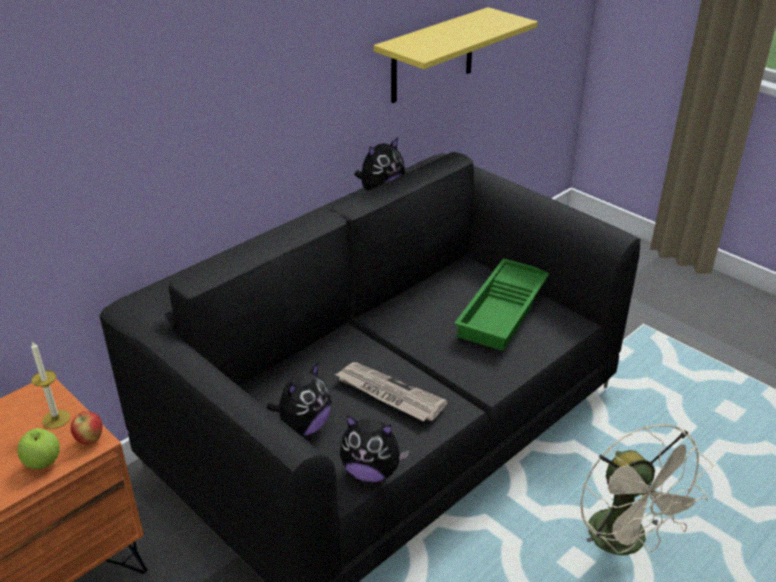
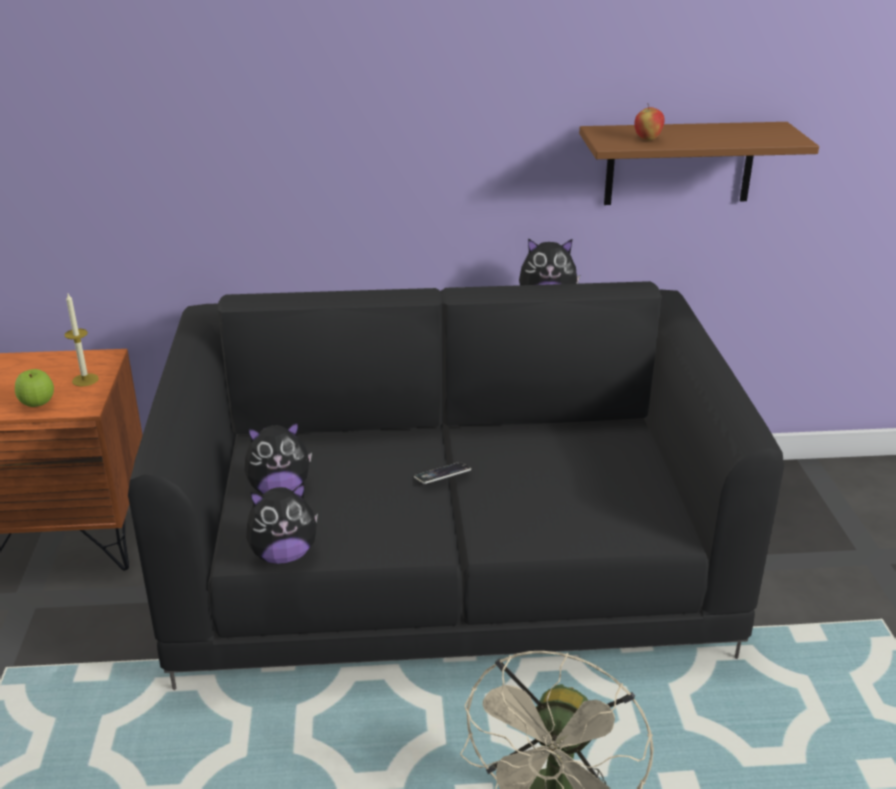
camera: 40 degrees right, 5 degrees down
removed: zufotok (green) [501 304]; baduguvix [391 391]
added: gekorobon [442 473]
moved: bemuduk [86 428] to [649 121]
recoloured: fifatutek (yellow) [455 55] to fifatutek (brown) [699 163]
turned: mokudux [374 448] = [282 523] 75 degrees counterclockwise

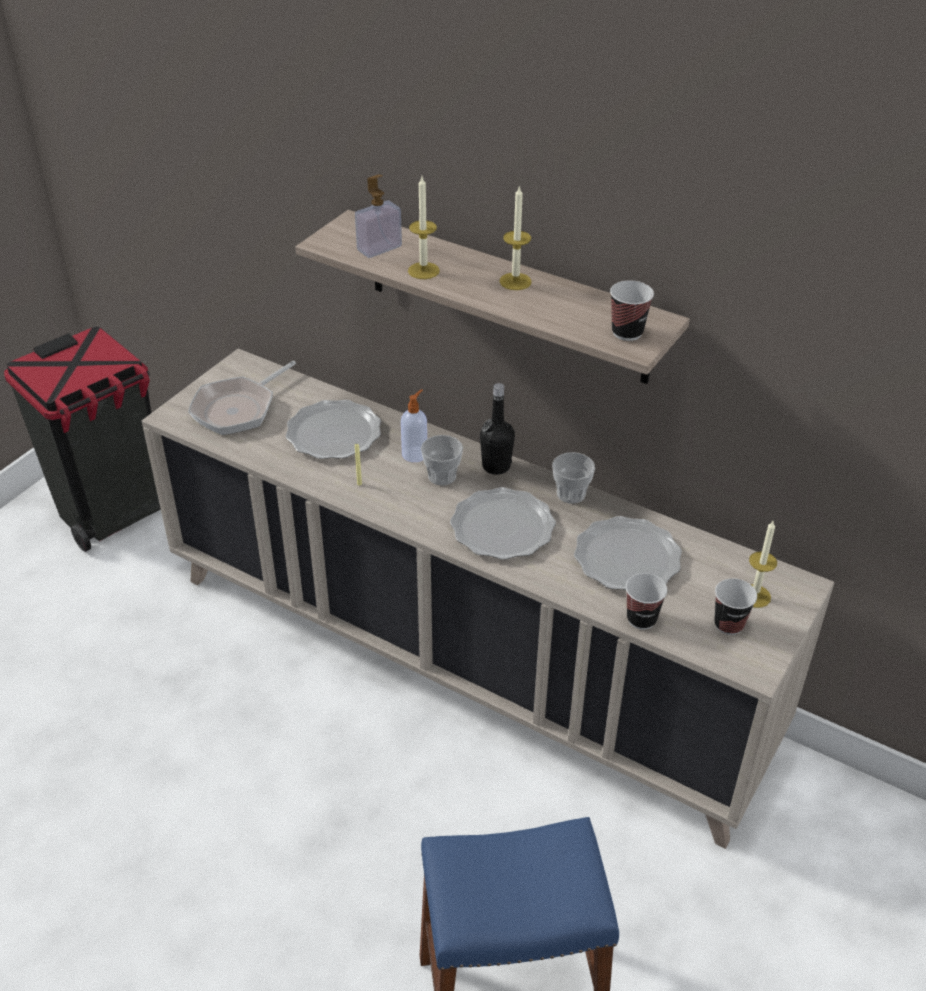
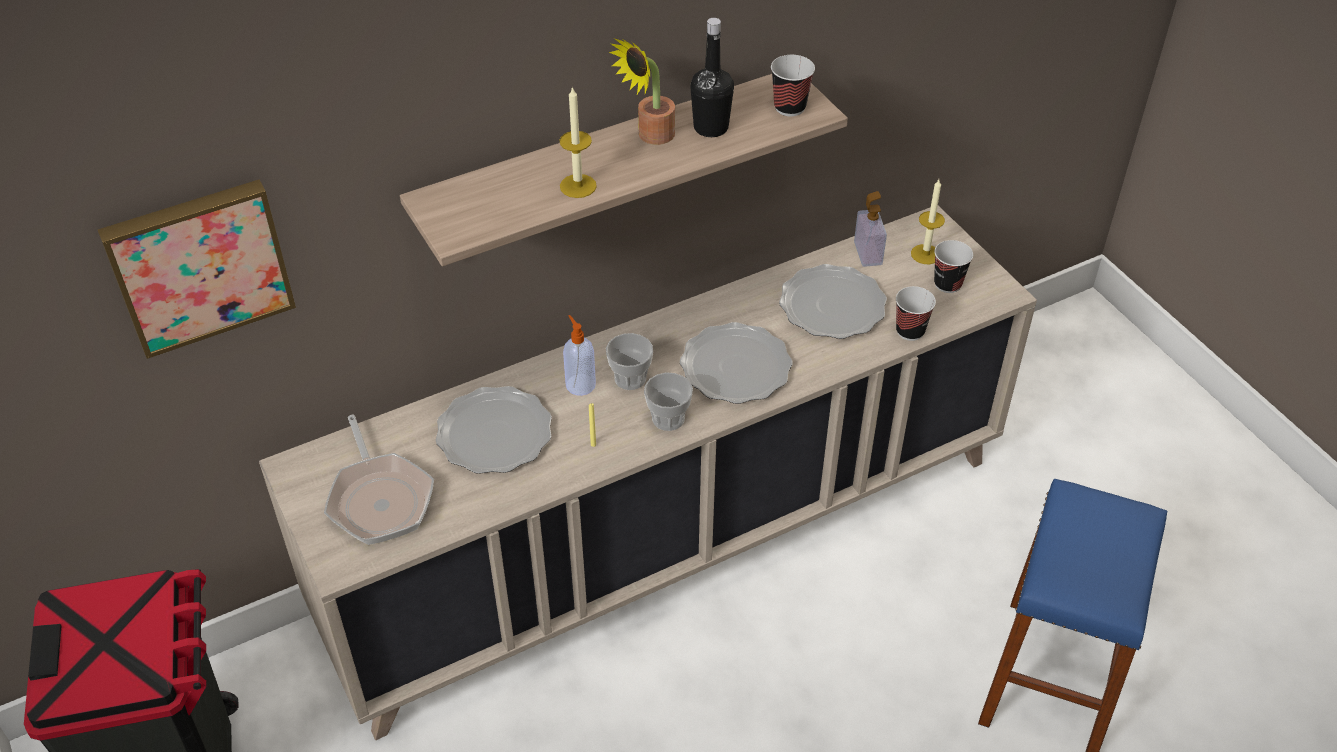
camera: 60 degrees left, 5 degrees up
added: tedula [197 269]
moved: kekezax [378 216] to [870 229]; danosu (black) [497 429] to [712 77]; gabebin [573 478] to [668 401]
replaced: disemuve [515 237] to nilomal [642 91]

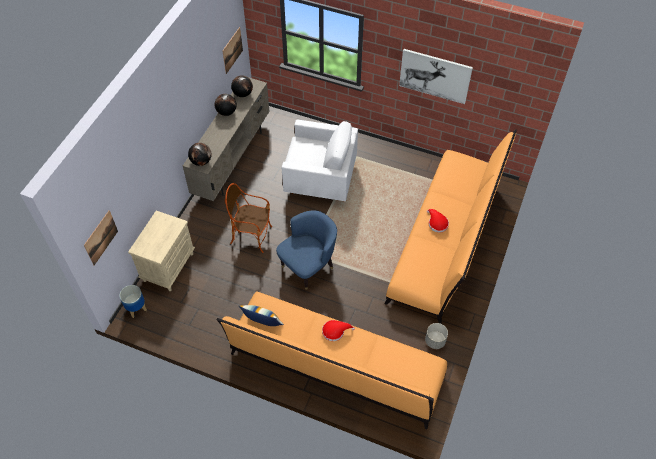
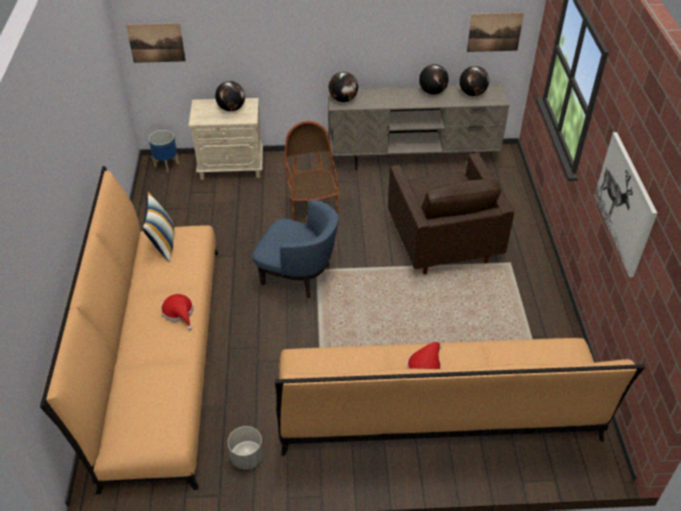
camera: 65 degrees right, 10 degrees down
added: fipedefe [230 96]
recoloured: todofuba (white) [320 160] to todofuba (brown) [451 213]

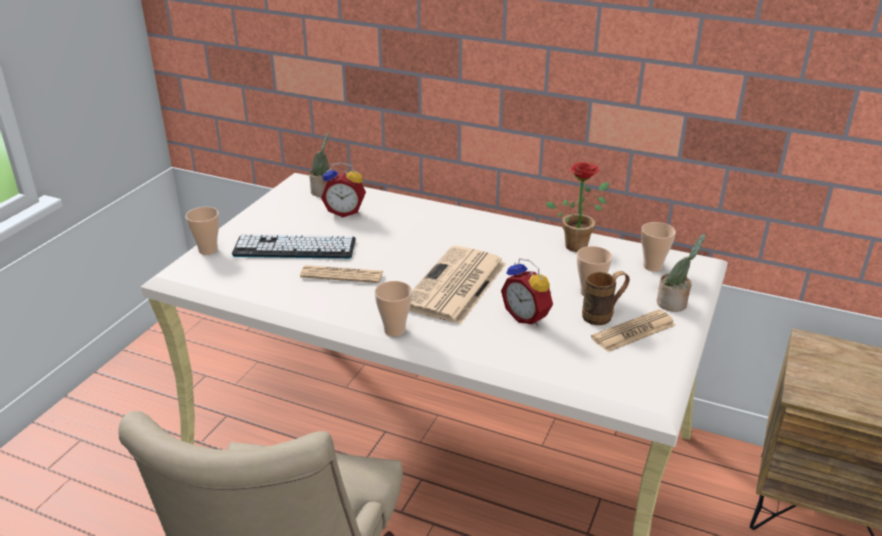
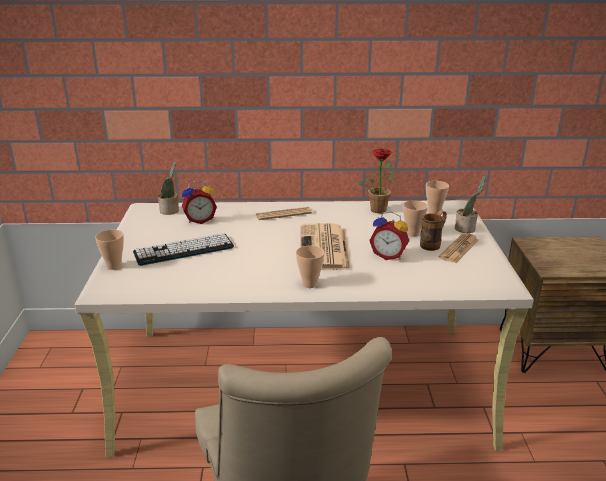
camera: 25 degrees left, 5 degrees down
moved: baduguvix [341 274] to [284 213]

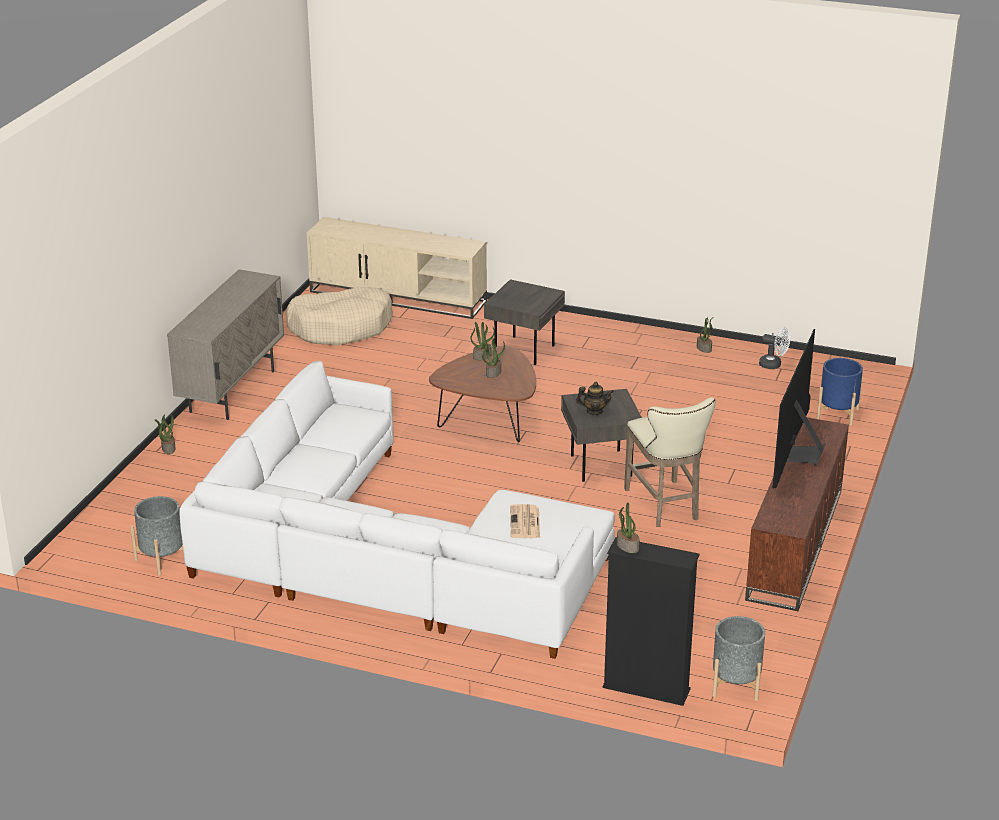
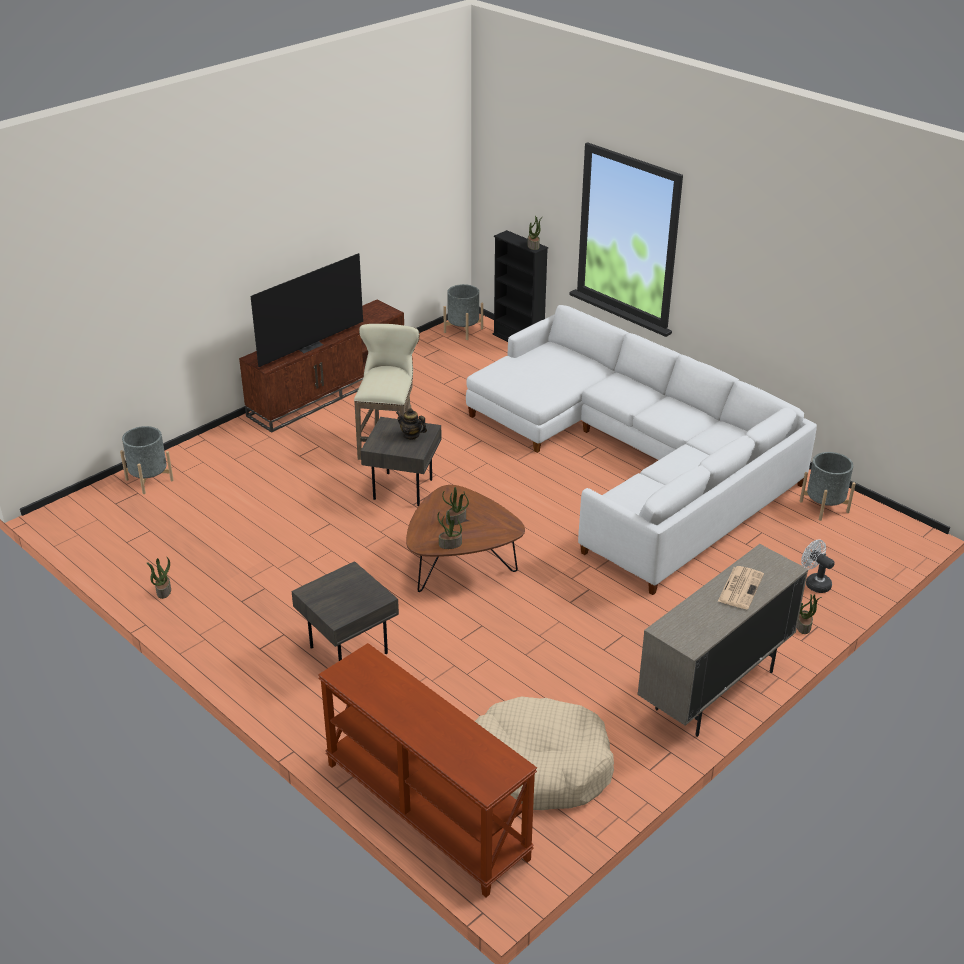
camera: 155 degrees left, 5 degrees up
moved: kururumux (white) [775 348] to [817 566]; baduguvix [525 521] to [740 587]
replaced: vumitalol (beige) [397 268] to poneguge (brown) [427 770]
recoloured: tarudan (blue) [840 391] to tarudan (grey) [147 460]

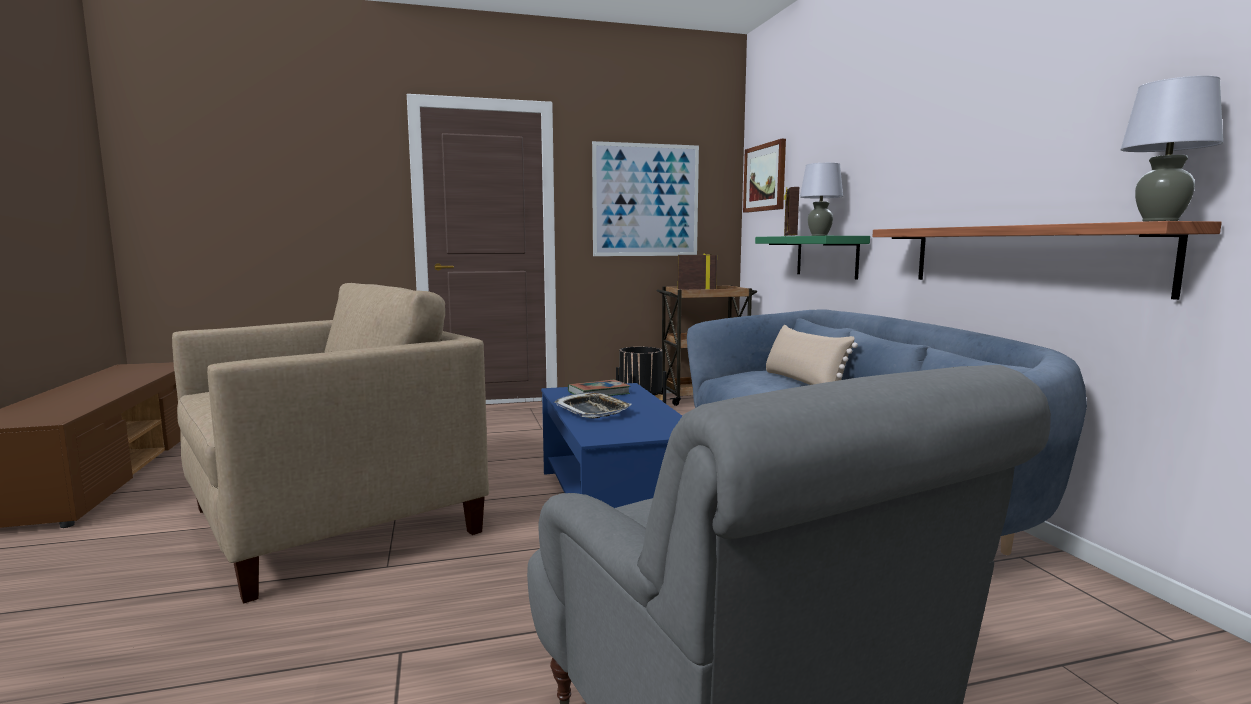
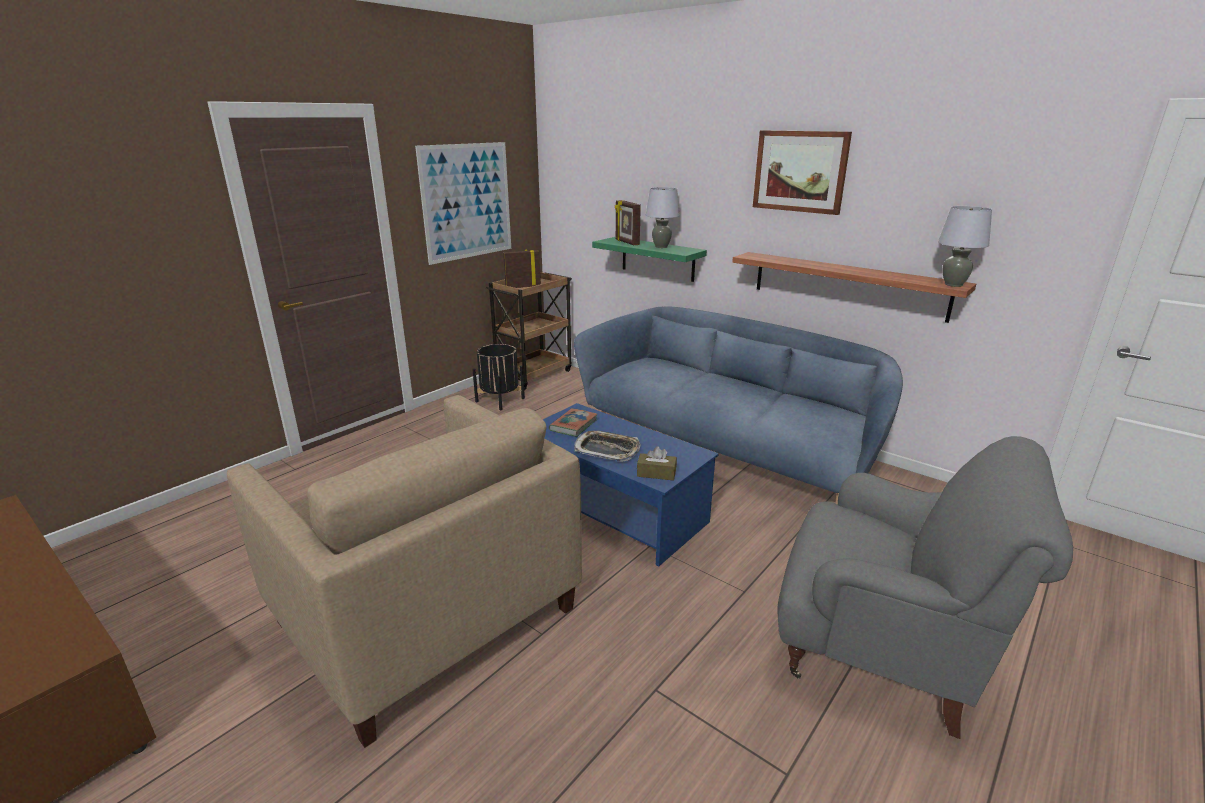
camera: 35 degrees left, 15 degrees up
removed: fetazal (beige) [812 355]
added: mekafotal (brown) [657 463]
moved: tedula [764 176] to [802 172]
turned: todofuba (beige) [330 443] = [404 571] 120 degrees clockwise

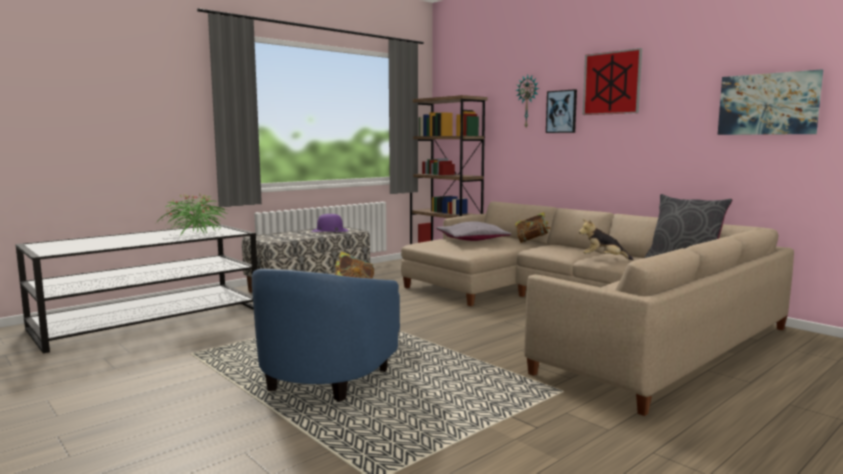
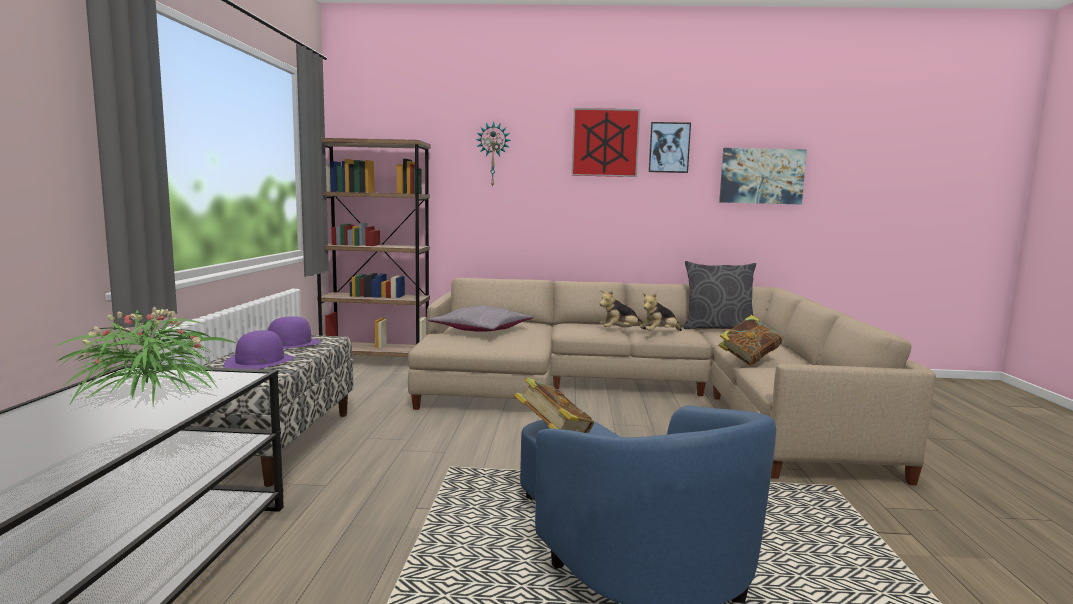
camera: 45 degrees left, 0 degrees up
added: mokudux [623 310]; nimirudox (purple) [259 349]
moved: tedula [561 111] to [669 147]; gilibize [533 227] to [750 340]

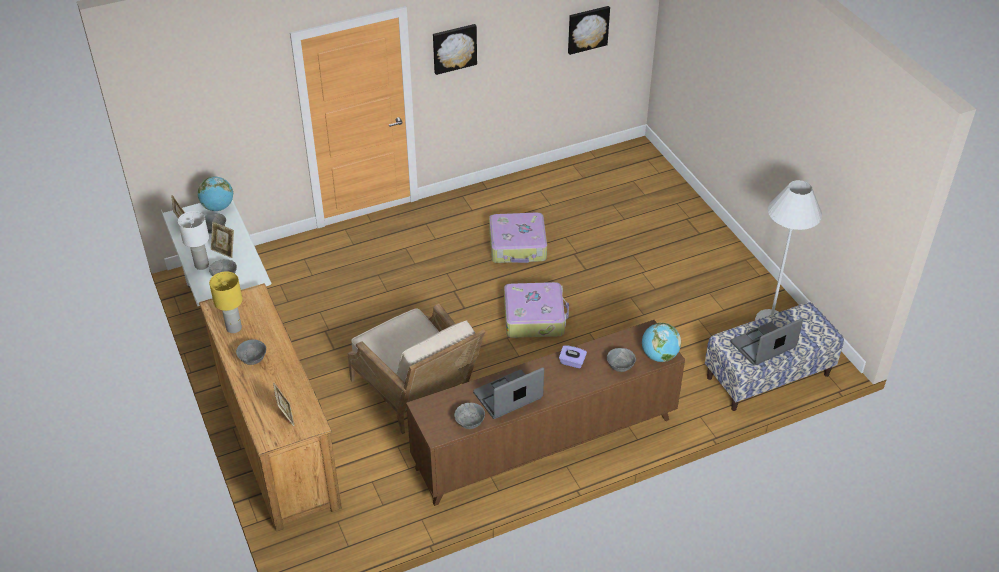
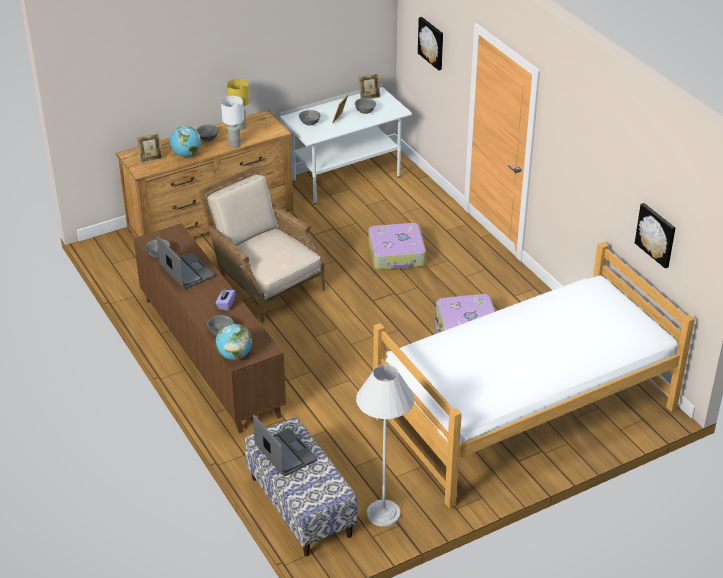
camera: 85 degrees right, 5 degrees down
added: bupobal [534 375]
moved: tedula [455 49] to [430 43]; fipedefe [215 193] to [185 141]; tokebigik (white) [193 240] to [232 122]; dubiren [536 310] to [397 246]
turned: todofuba (beige) [417 369] = [262 244] 90 degrees clockwise

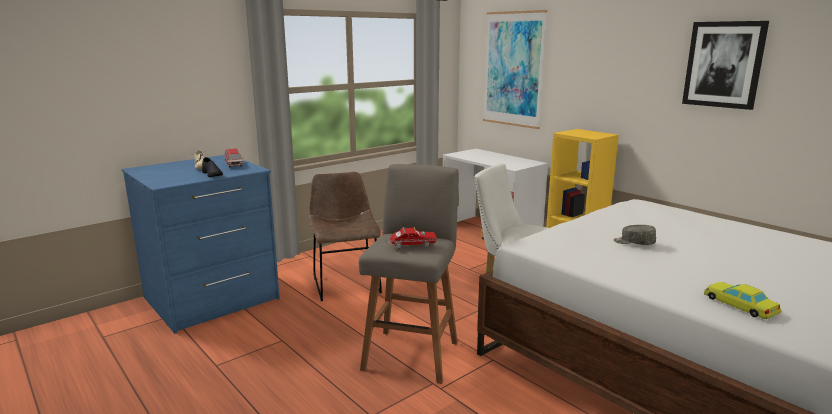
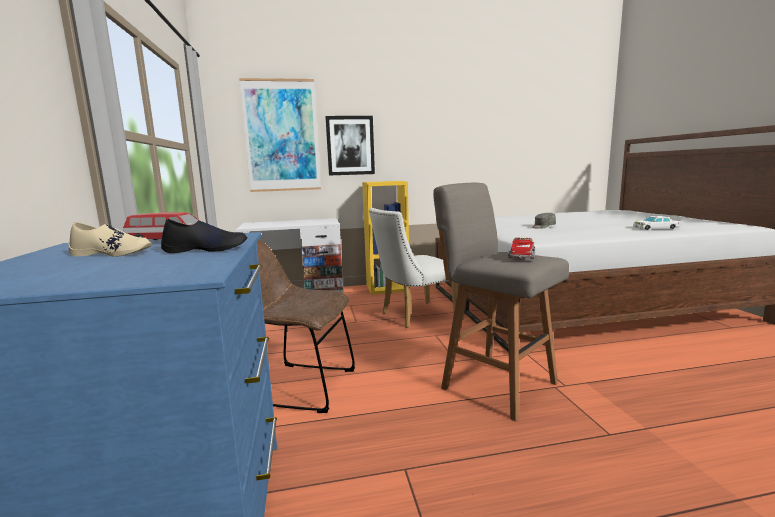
camera: 60 degrees left, 5 degrees down
moved: tedula [725 65] to [350 146]
recoloured: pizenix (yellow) [742 300] to pizenix (white) [656 223]

